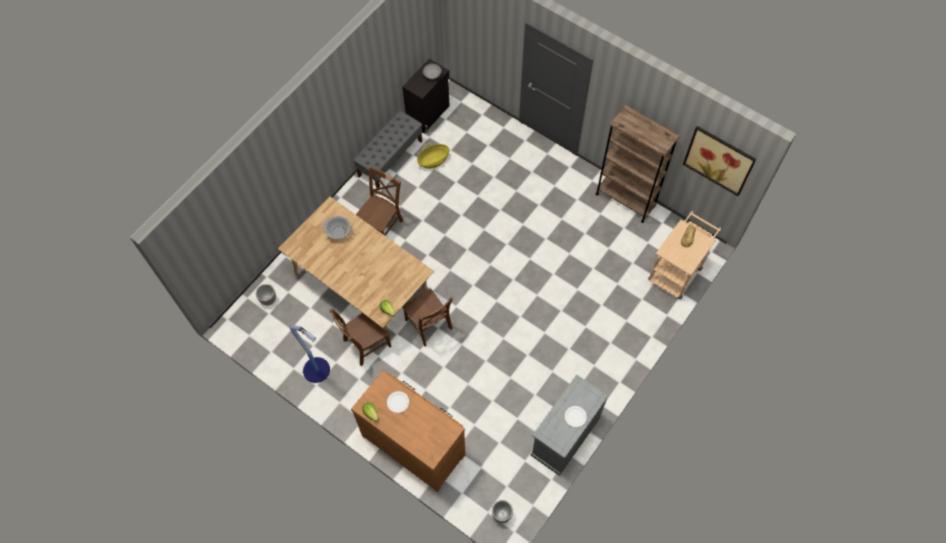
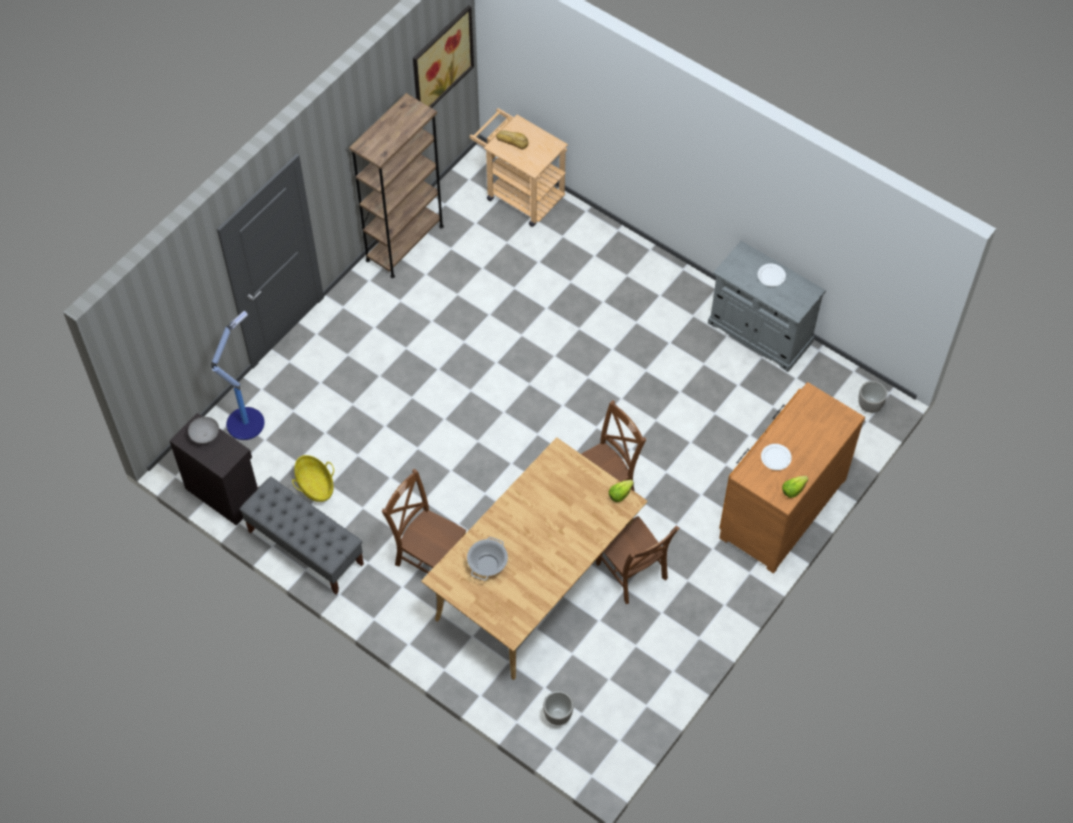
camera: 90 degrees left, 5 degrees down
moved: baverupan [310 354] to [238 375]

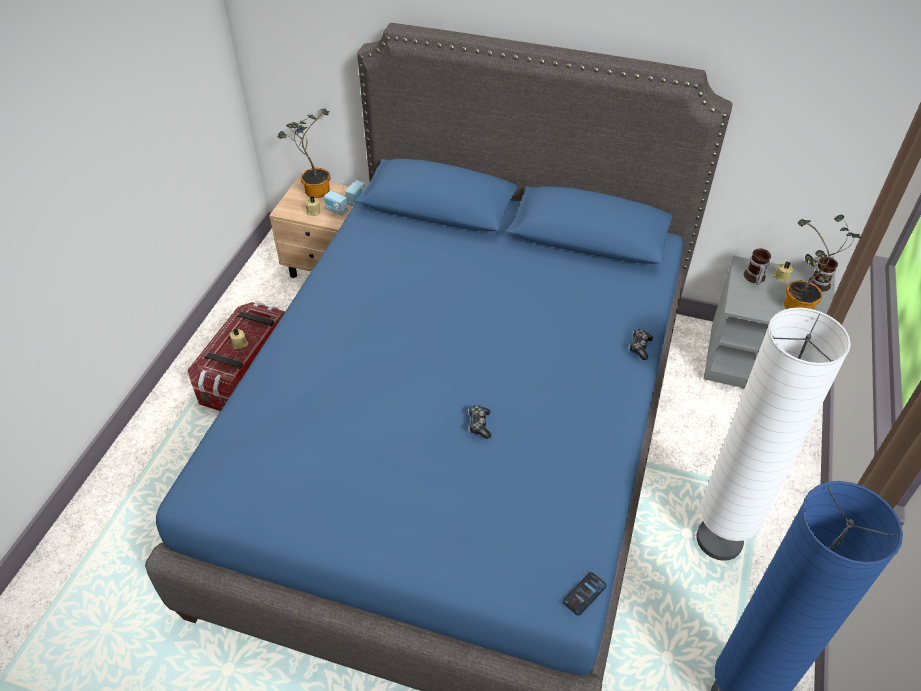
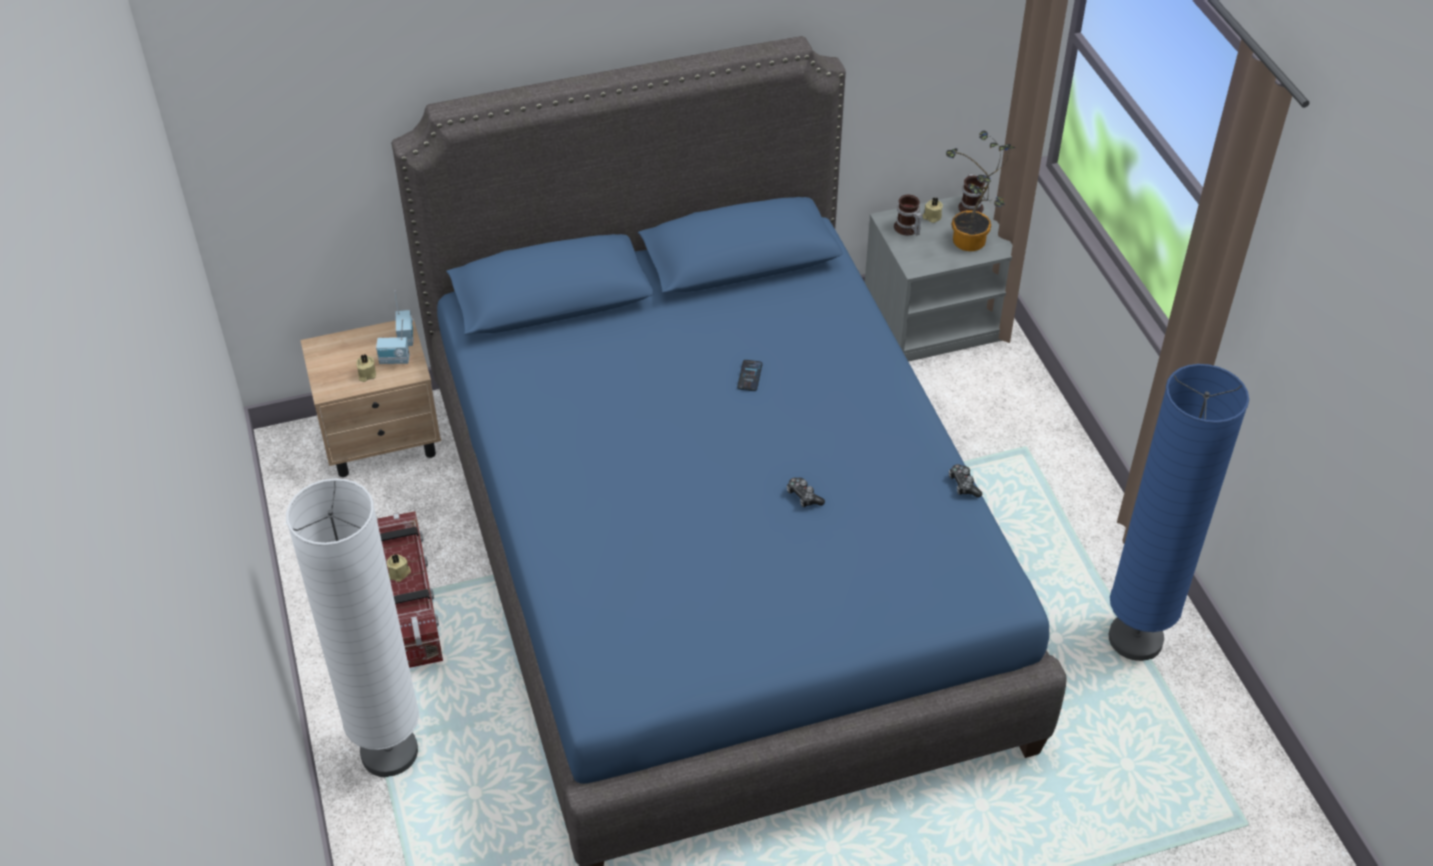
camera: 35 degrees left, 0 degrees up
removed: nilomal [304 153]
moved: baverupan (white) [774 434] to [352 627]; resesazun [641 344] to [965 481]; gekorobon [585 594] to [749 375]

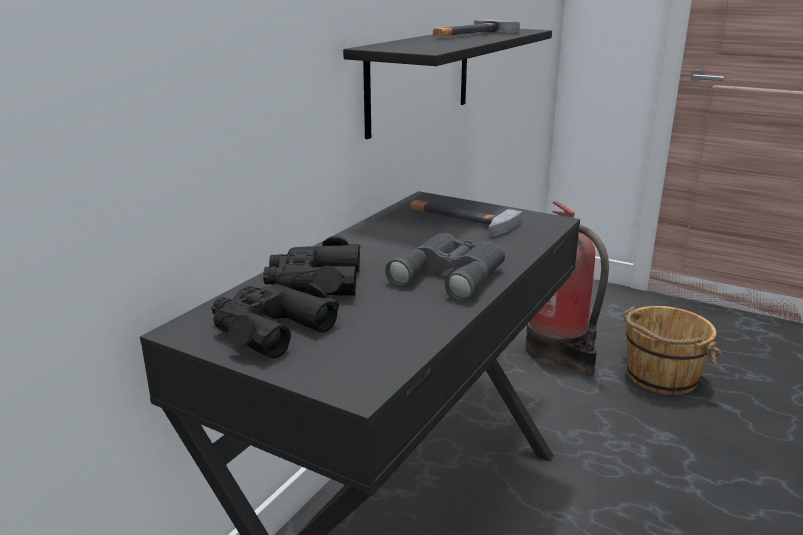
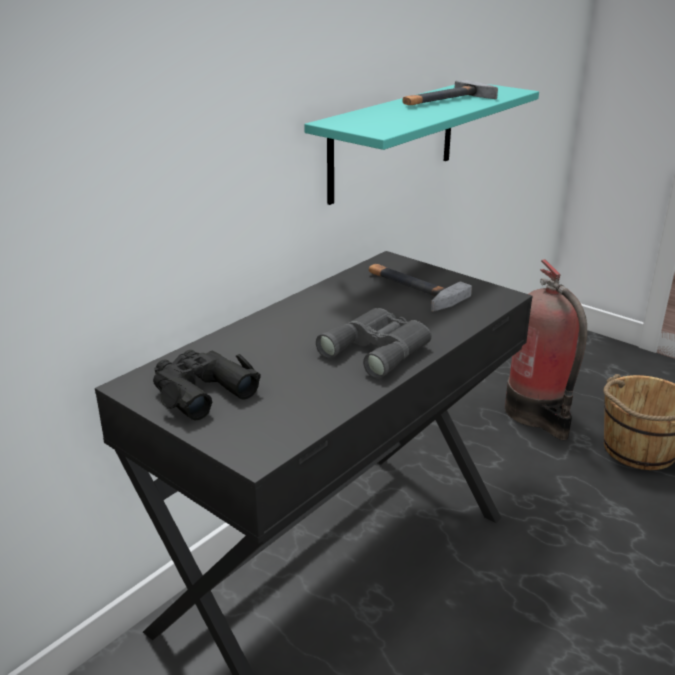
camera: 10 degrees right, 5 degrees up
removed: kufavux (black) [311 266]
recoloured: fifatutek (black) [447 84] to fifatutek (turquoise) [421 144]

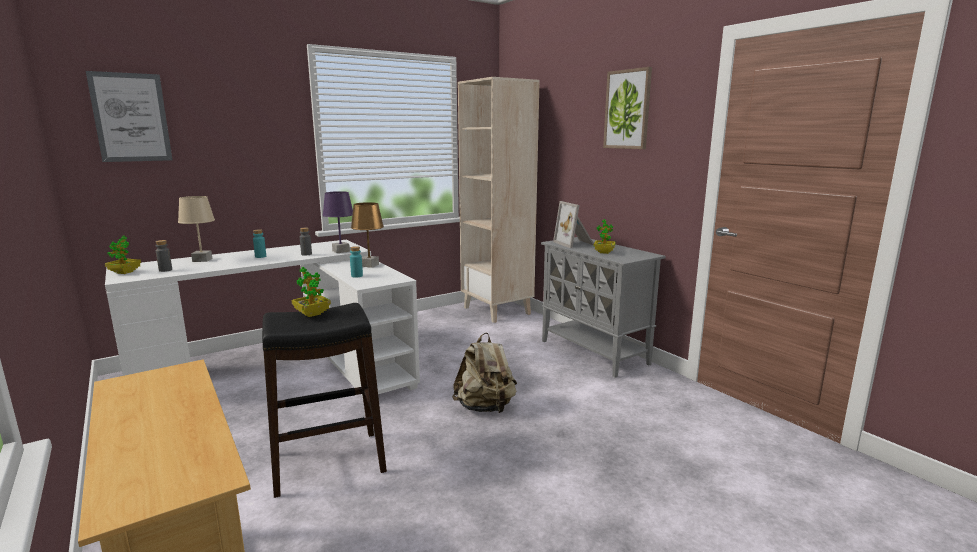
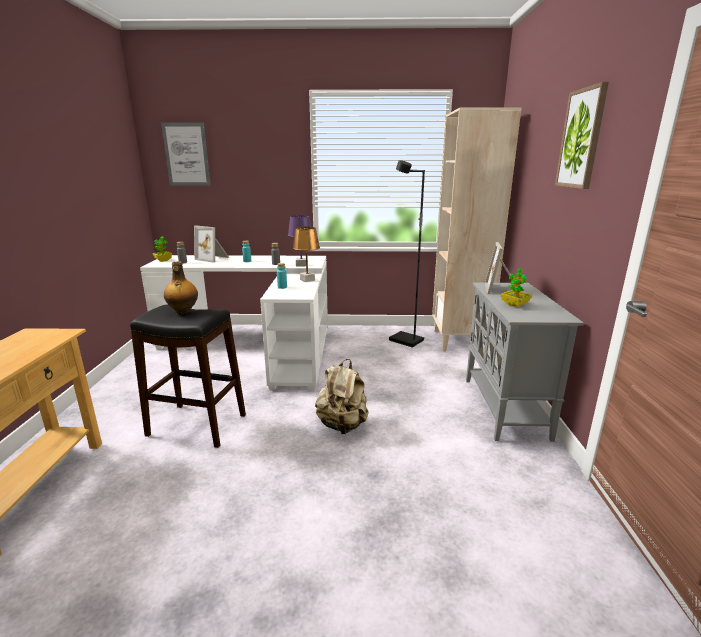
camera: 35 degrees right, 5 degrees up
added: baverupan (black) [407 254]
replaced: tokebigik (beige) [196 229] to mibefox [211 244]; nilomal [311 292] to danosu [181 287]

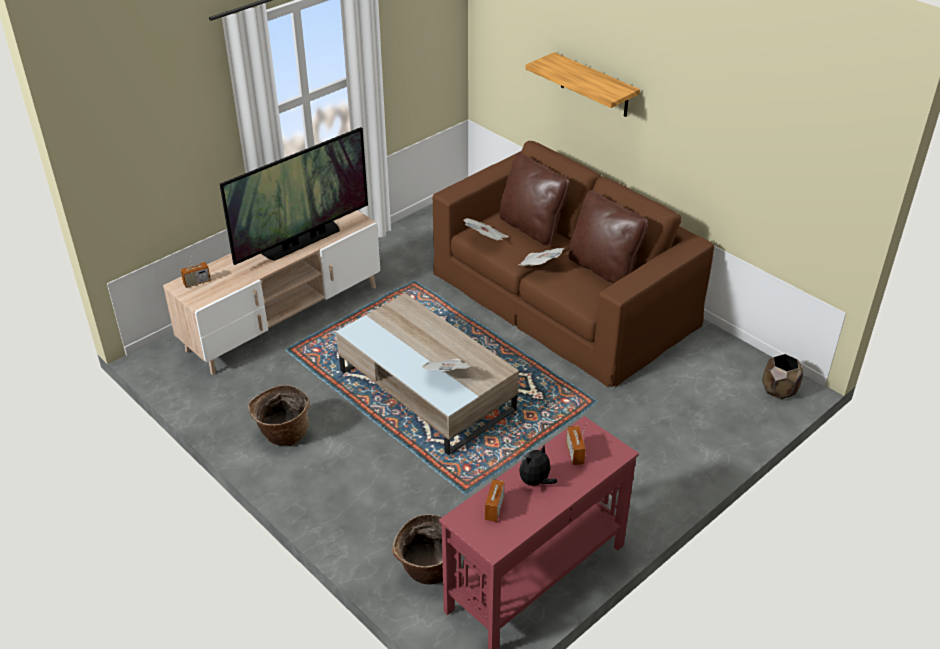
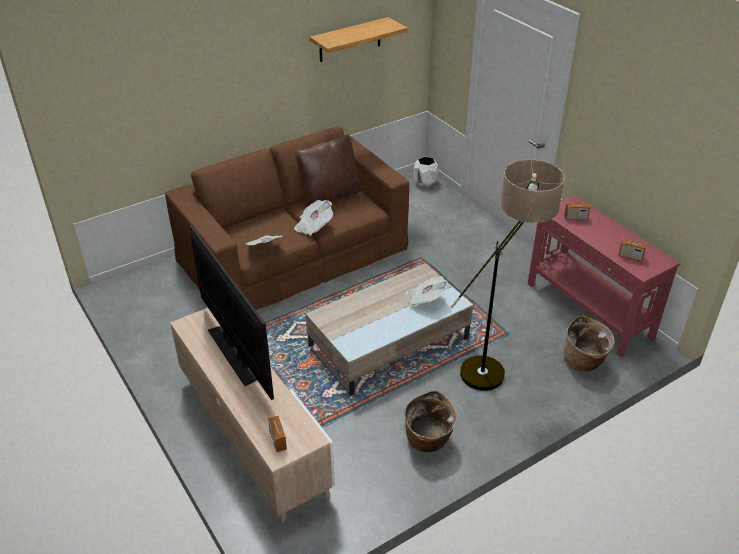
camera: 80 degrees left, 0 degrees up
removed: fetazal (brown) [535 199]; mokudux [538 467]
added: baverupan [508 275]
moved: fifatutek [582 84] to [359 39]
recoloured: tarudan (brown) [783 377] to tarudan (white) [426 171]

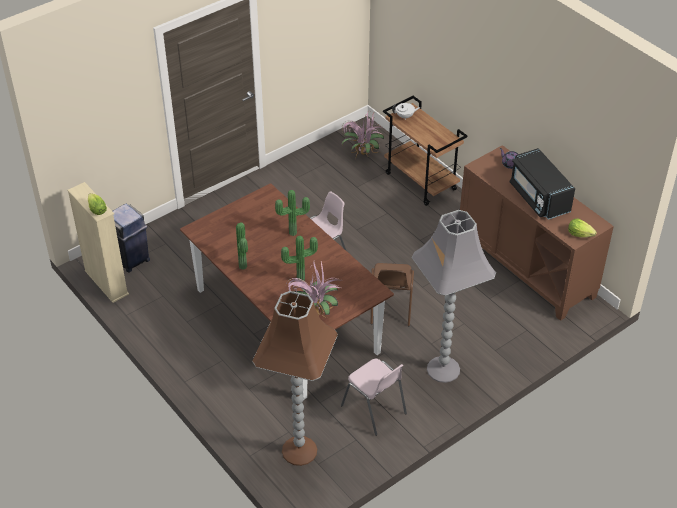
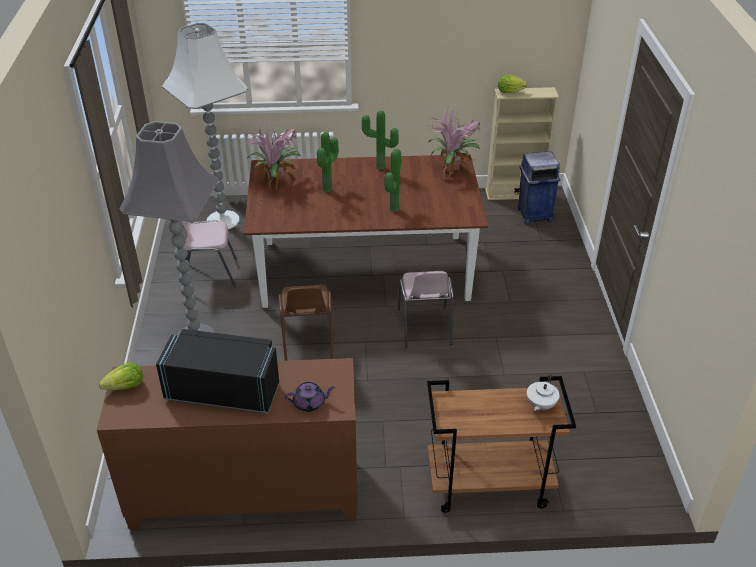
camera: 125 degrees right, 5 degrees down
moved: nilomal [363 134] to [452 142]
recoloured: baverupan (brown) [295 378] to baverupan (white) [205 126]
turned: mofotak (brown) [392 294] = [306 323] 135 degrees counterclockwise

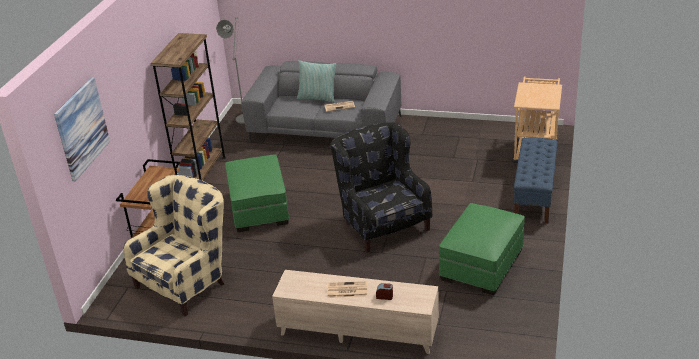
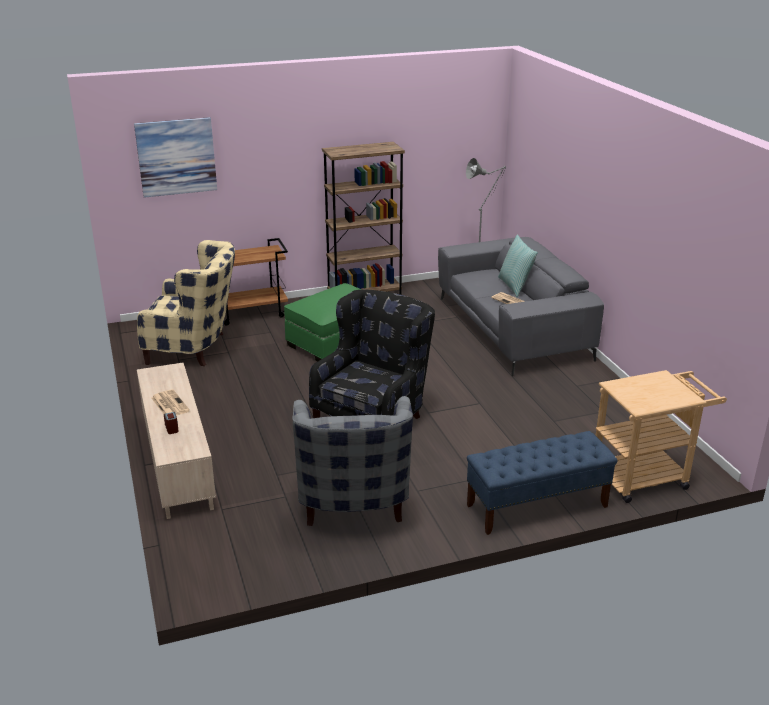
camera: 55 degrees right, 5 degrees down
replaced: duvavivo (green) [482 249] to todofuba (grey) [353 461]

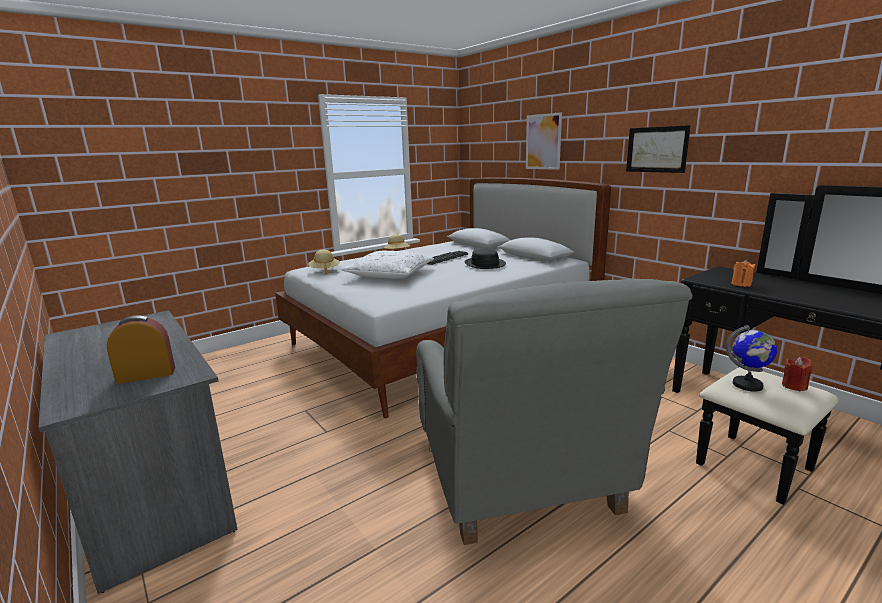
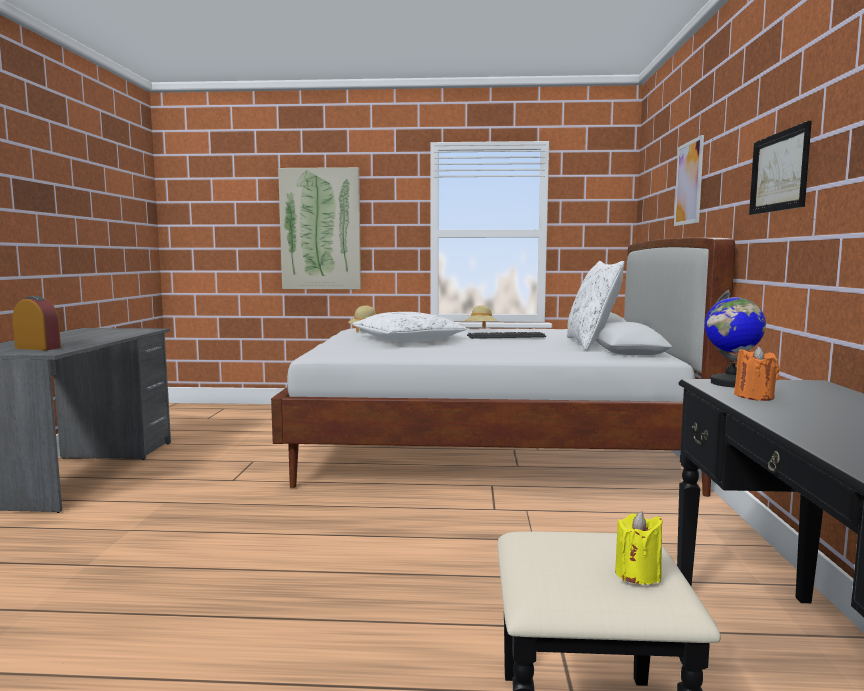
camera: 40 degrees right, 10 degrees down
removed: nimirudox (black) [485 259]; todofuba (grey) [554 412]
added: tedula [319 228]; fetazal (white) [596 305]
moved: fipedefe [751 358] to [735 338]
recoloured: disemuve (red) [797 374] to disemuve (yellow) [639 547]

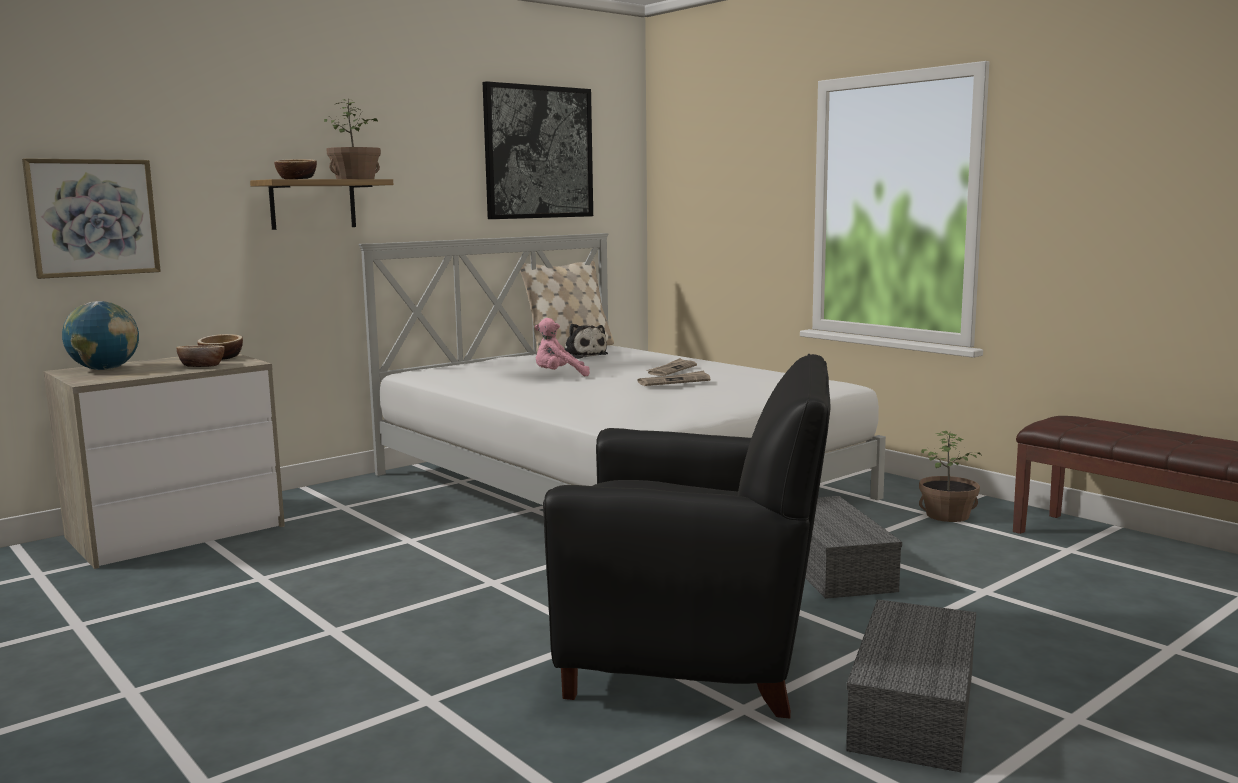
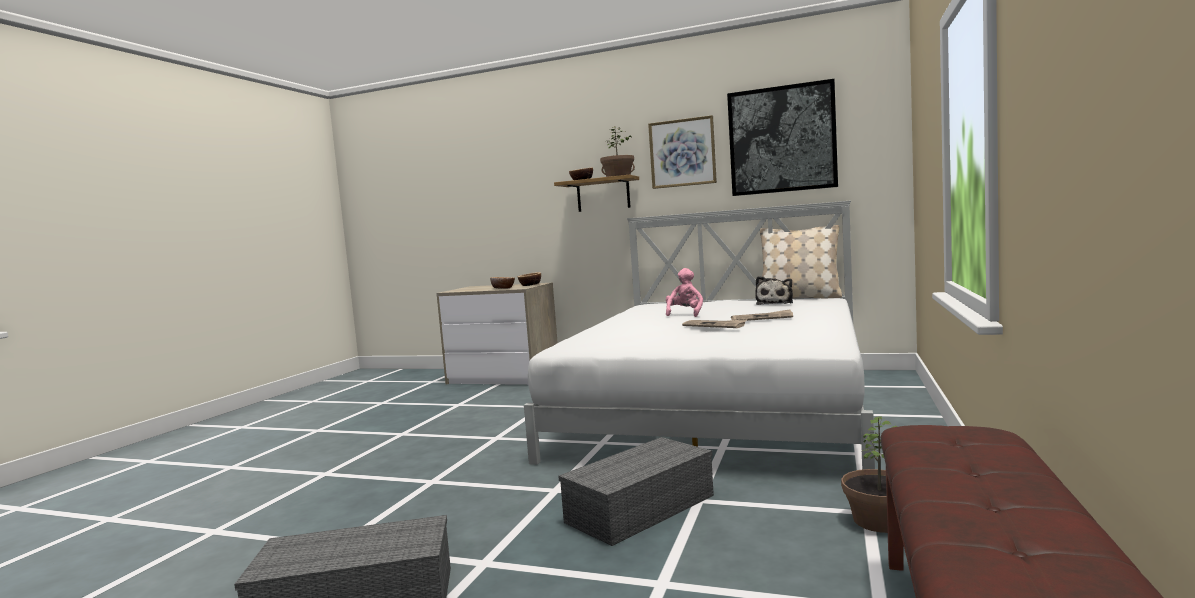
camera: 60 degrees right, 5 degrees down
removed: fipedefe [100 335]; todofuba (black) [687 536]
moved: tedula [91 218] to [682 152]
turned: mokudux (pink) [562 347] = [684 292] 60 degrees clockwise

